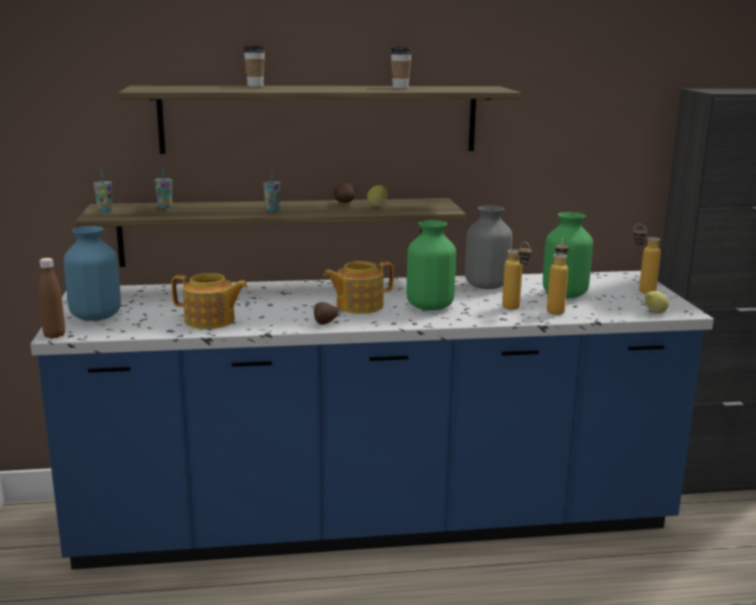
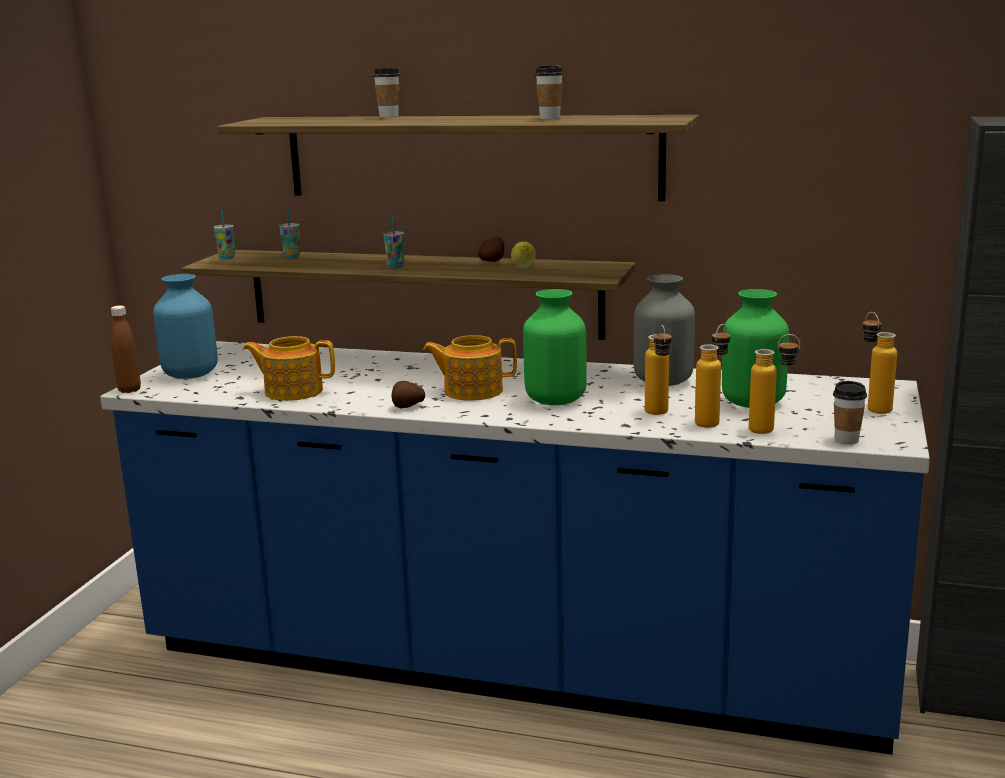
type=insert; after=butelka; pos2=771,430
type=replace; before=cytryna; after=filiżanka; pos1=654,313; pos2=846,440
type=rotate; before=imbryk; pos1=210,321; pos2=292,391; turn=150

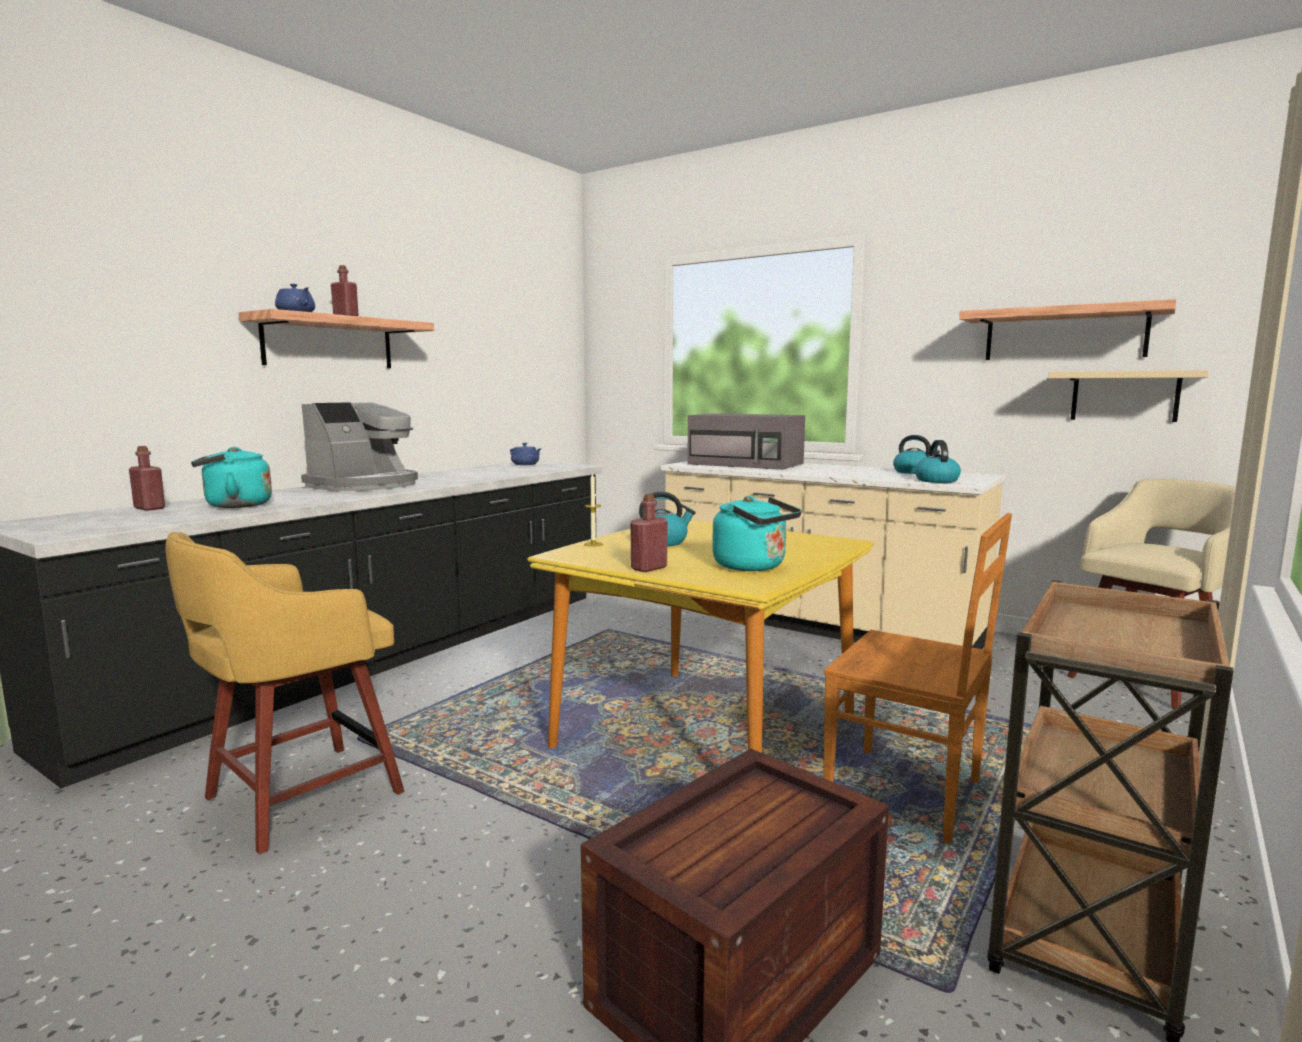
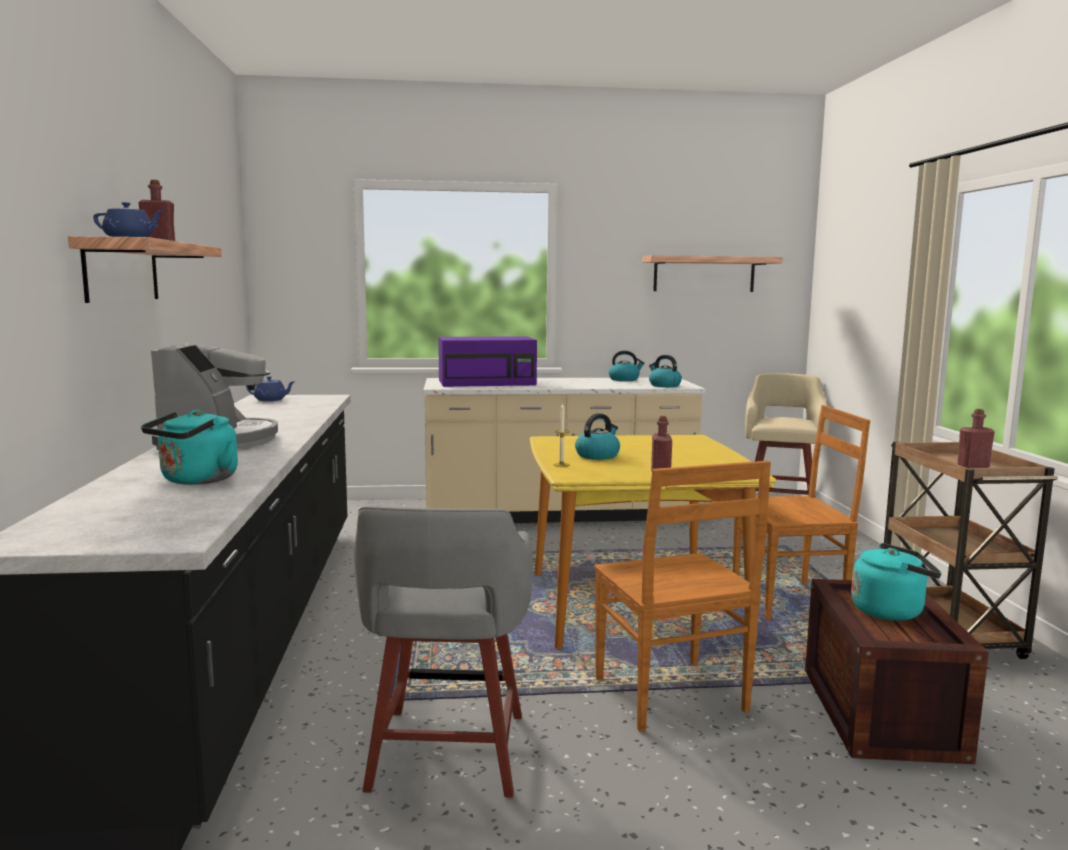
type=delete; before=półka (beżowy); pos1=1124,396
type=insert; after=krzesło (brązowy); pos2=671,697
type=move; before=butelka (czerwony); pos1=149,508; pos2=973,466
type=move; before=czajnik (turkusowy); pos1=753,566; pos2=891,611
type=recolor; before=stołek (żółty); after=stołek (szary); pos1=297,797; pos2=446,755
type=recolor; before=mikrofalówka (szary); after=mikrofalówka (fioletowy); pos1=746,464; pos2=488,382

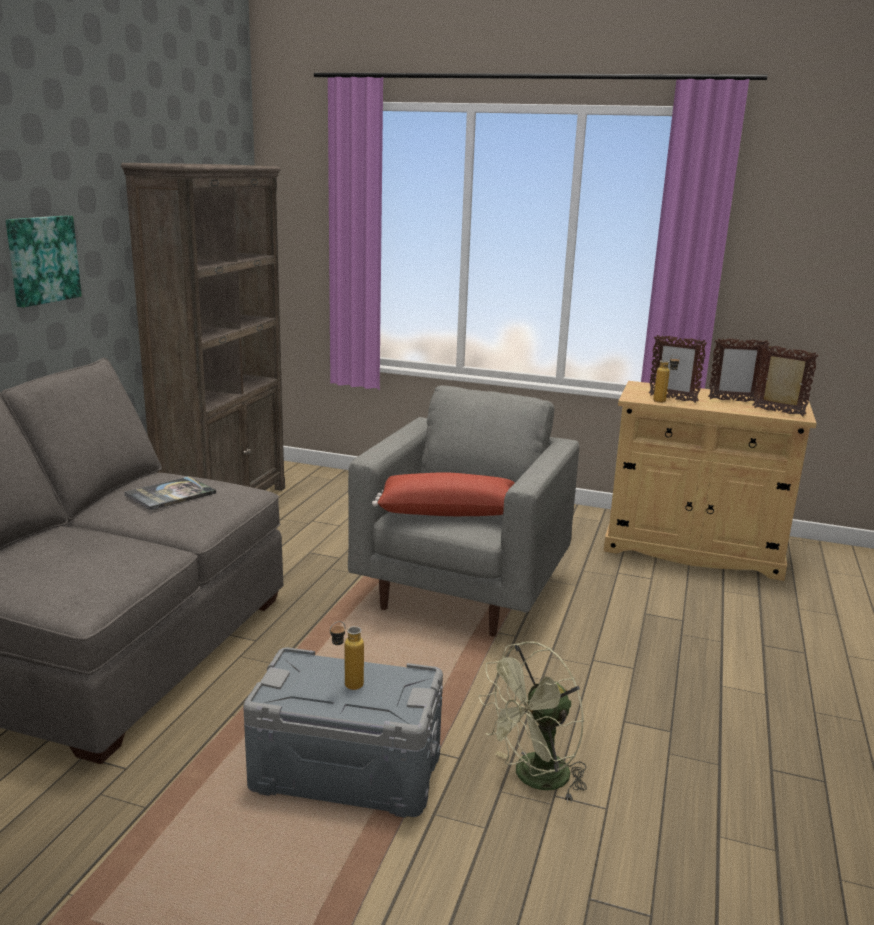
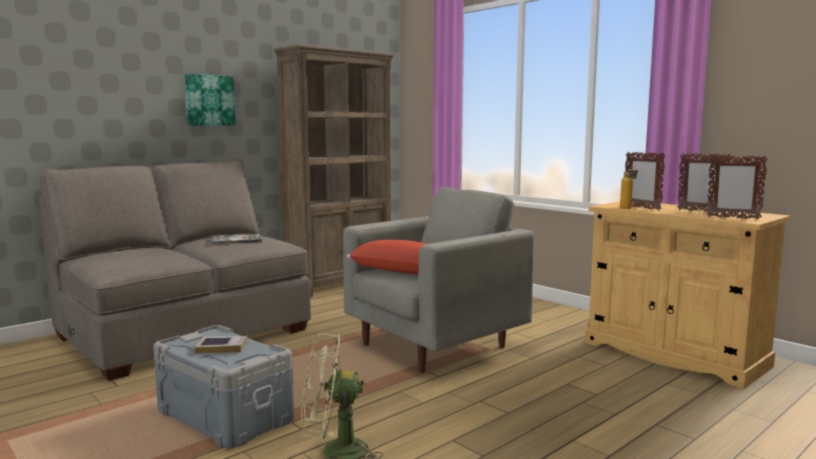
type=replace; before=butelka; after=książka; pos1=346,687; pos2=222,348
type=rotate; before=ramka na zdjęcie; pos1=778,412; pos2=732,218; turn=135

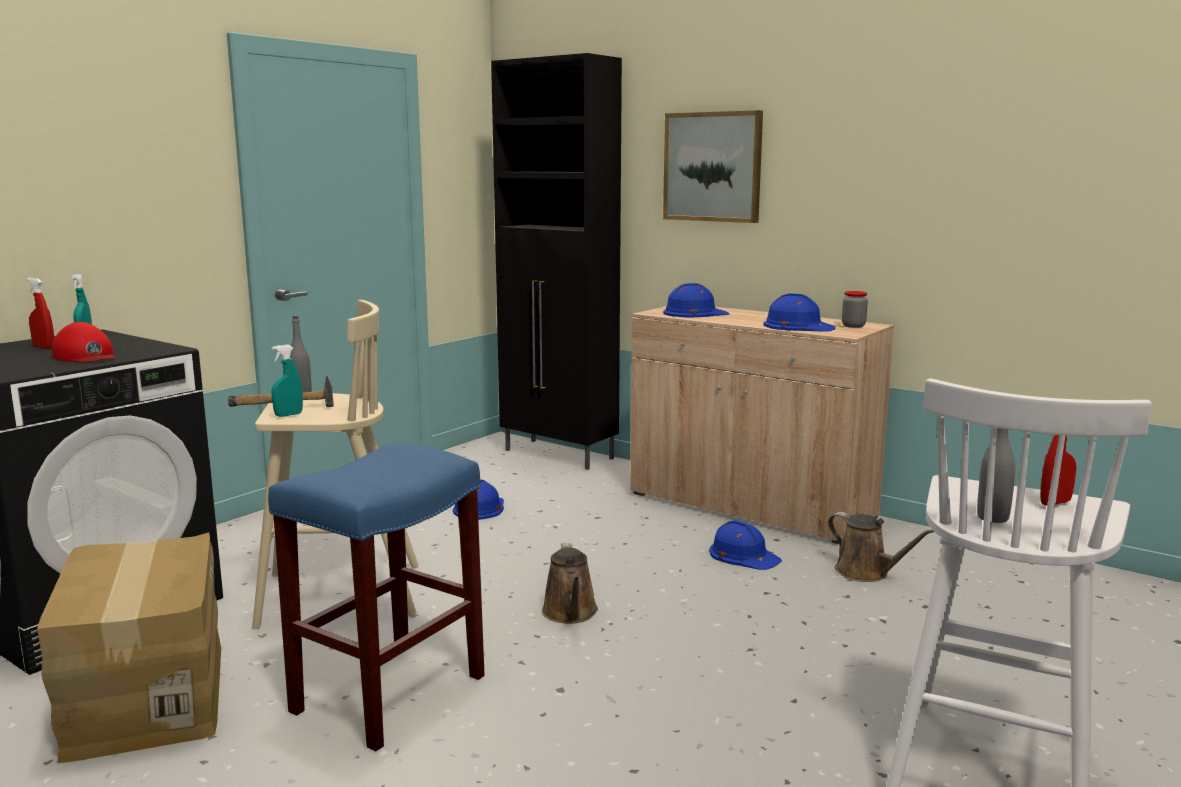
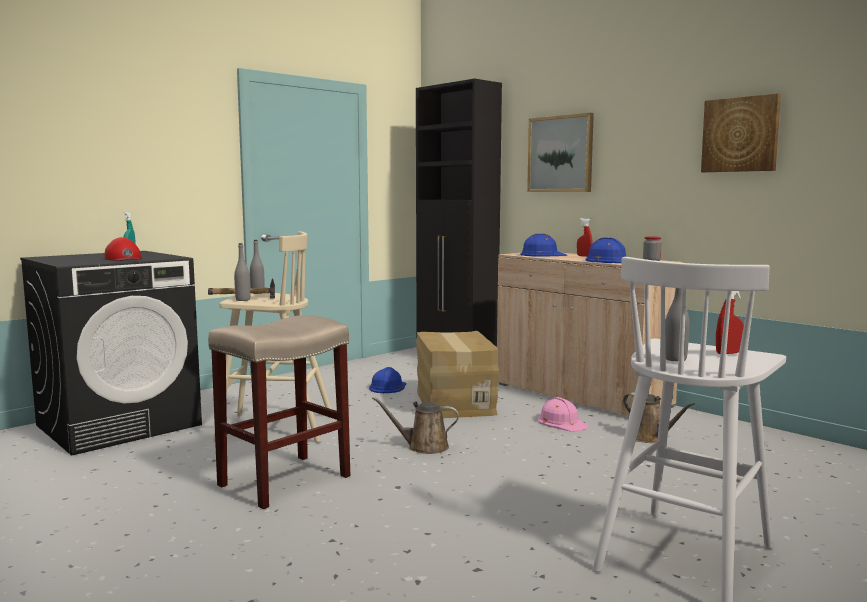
type=insert; after=obraz; pos2=740,134
type=move; before=spryskiwacz (czerwony); pos1=44,347; pos2=584,256
type=move; before=karton; pos1=145,696; pos2=453,402
type=replace; before=spryskiwacz (turkusowy); after=butelka (szary); pos1=288,415; pos2=243,300
type=recolor; before=stołek (niebieski); after=stołek (beżowy); pos1=390,692; pos2=285,480
type=recolor; before=kask (niebieski); after=kask (różowy); pos1=743,555; pos2=562,422
type=rotate; before=konewka (brązowy); pos1=570,613; pos2=423,447; turn=90

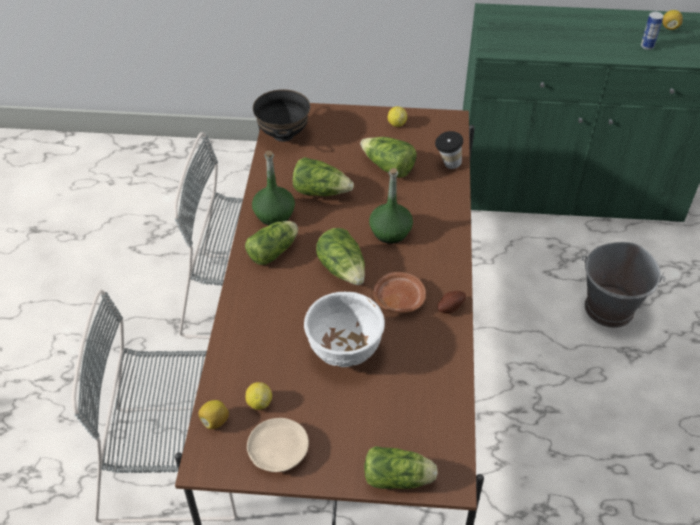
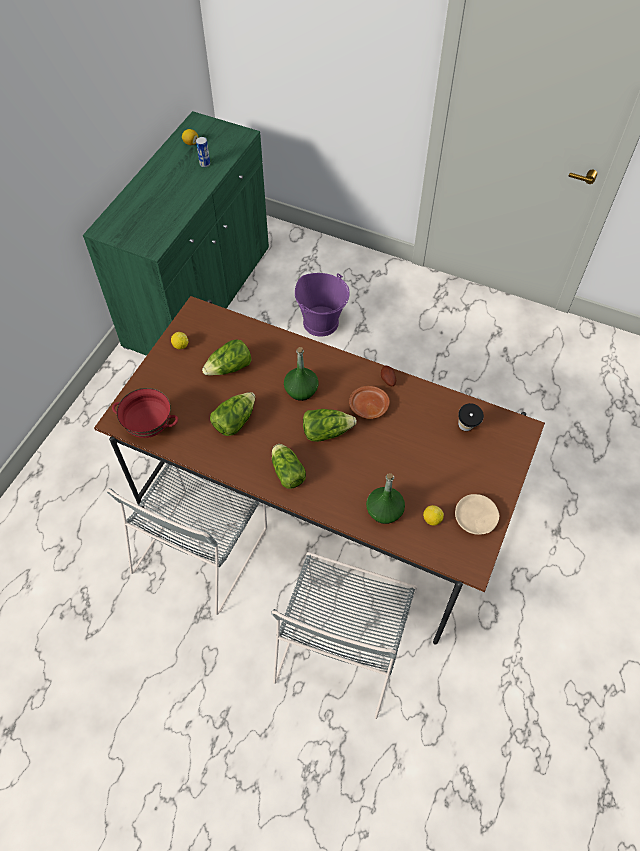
type=delete; before=cytryna; pos1=215,421
type=delete; before=miska (biały); pos1=343,350
type=delete; before=sałata; pos1=400,478
type=move; before=butelka (zielony); pos1=274,215; pos2=384,510
type=move; before=filiżanka; pos1=447,165; pos2=466,429
type=recolor; before=miska (czarny); after=miska (czerwony); pos1=282,135; pos2=149,428
type=recolor; before=wiadro (szary); after=wiadro (fioletowy); pos1=609,309; pos2=321,322

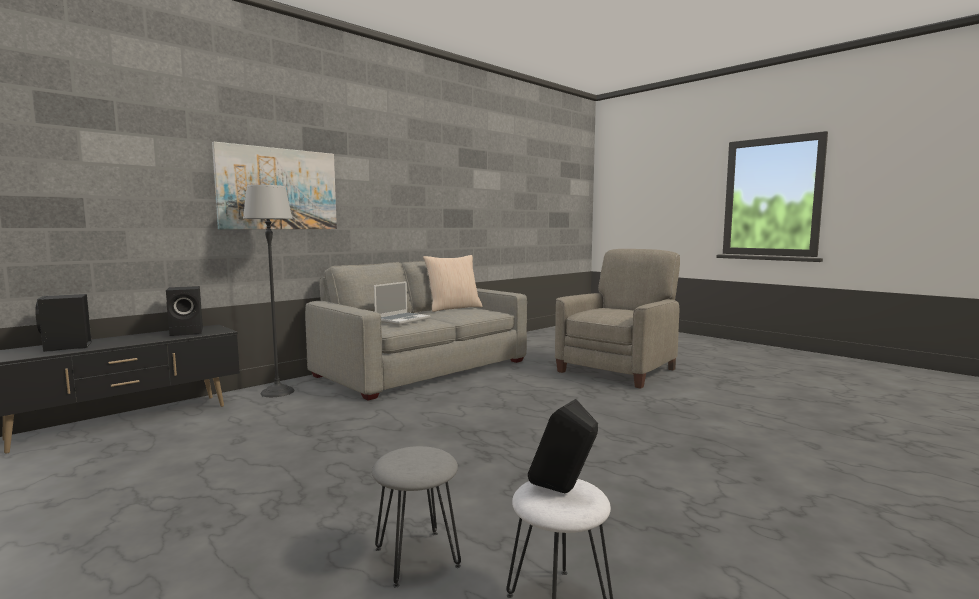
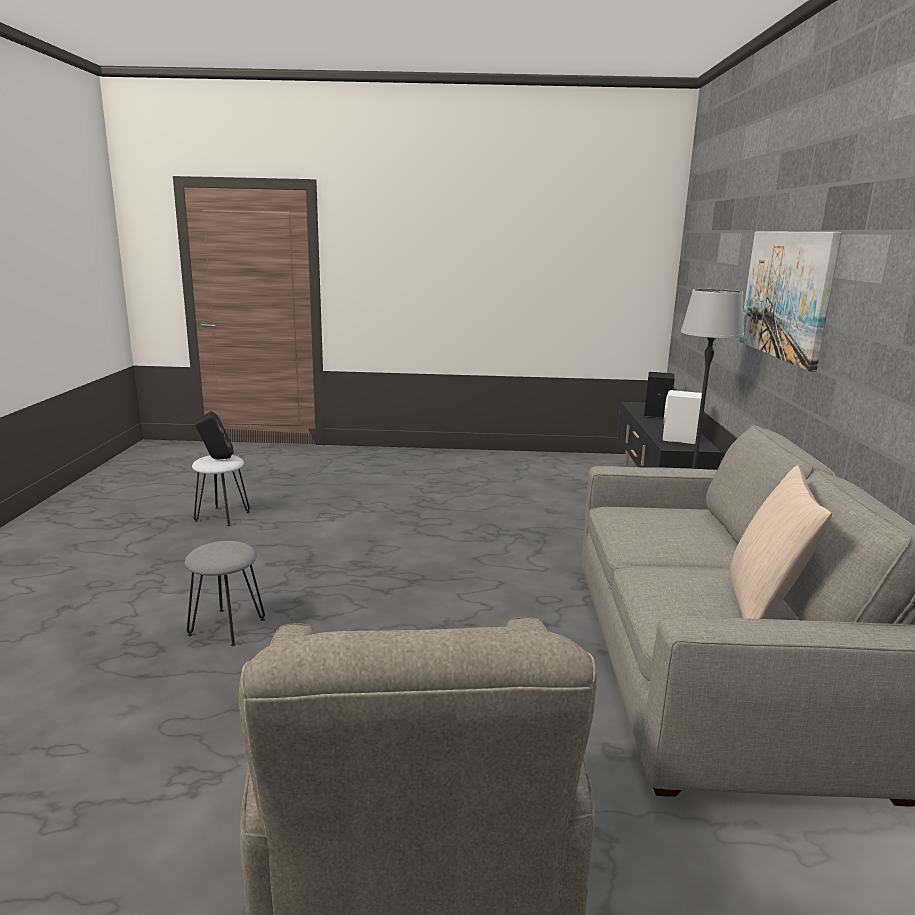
type=delete; before=laptop; pos1=402,319
type=move; before=stołek (szary); pos1=418,557; pos2=226,627
type=recolor; before=głośnik (czarny); after=głośnik (biały); pos1=188,332; pos2=679,439

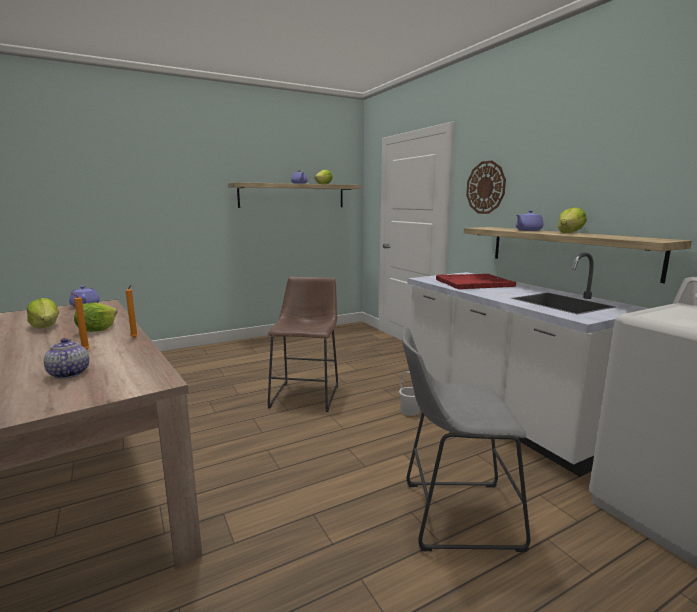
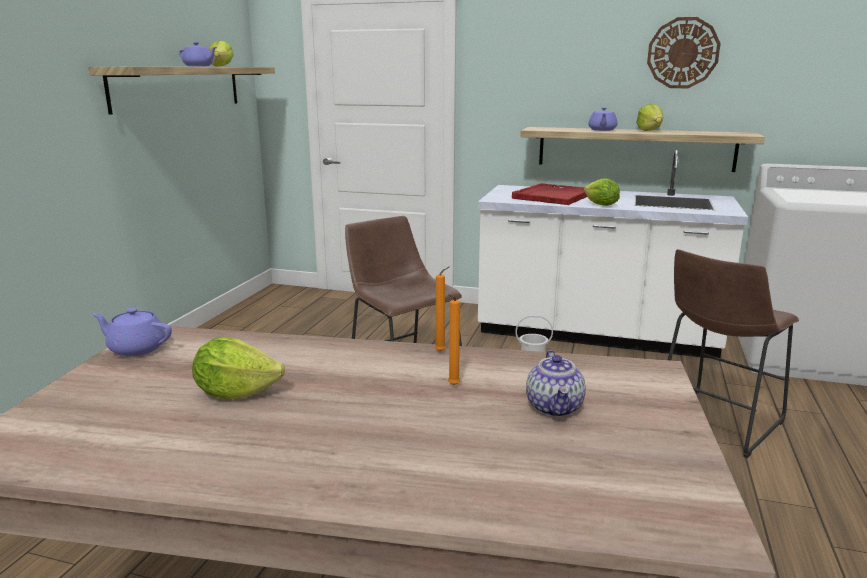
type=move; before=sałata; pos1=97,330; pos2=601,205
type=move; before=zegar ścienny; pos1=485,187; pos2=683,53
type=recolor; before=stołek (szary); after=stołek (brązowy); pos1=453,514; pos2=714,424
type=rotate; before=imbryk; pos1=68,373; pos2=555,408; turn=-105

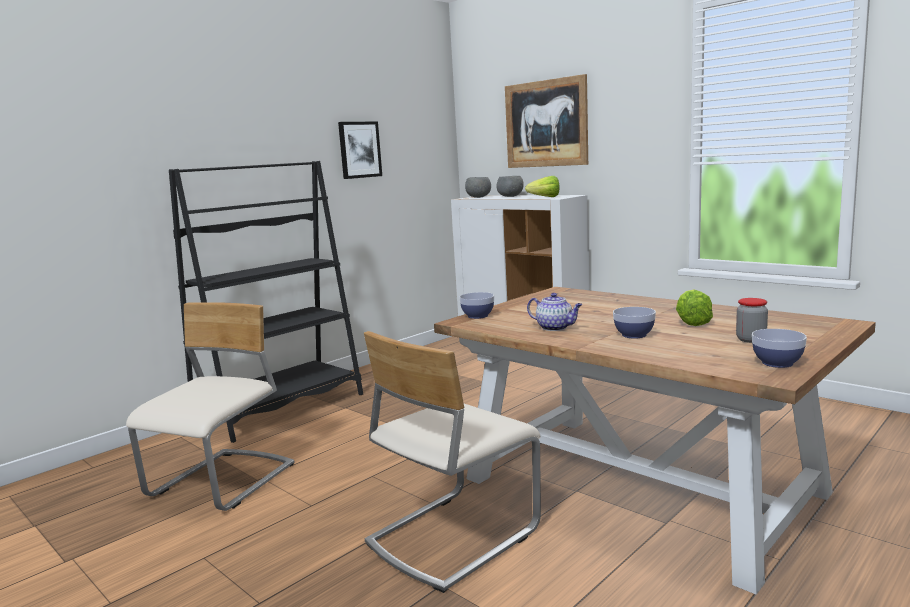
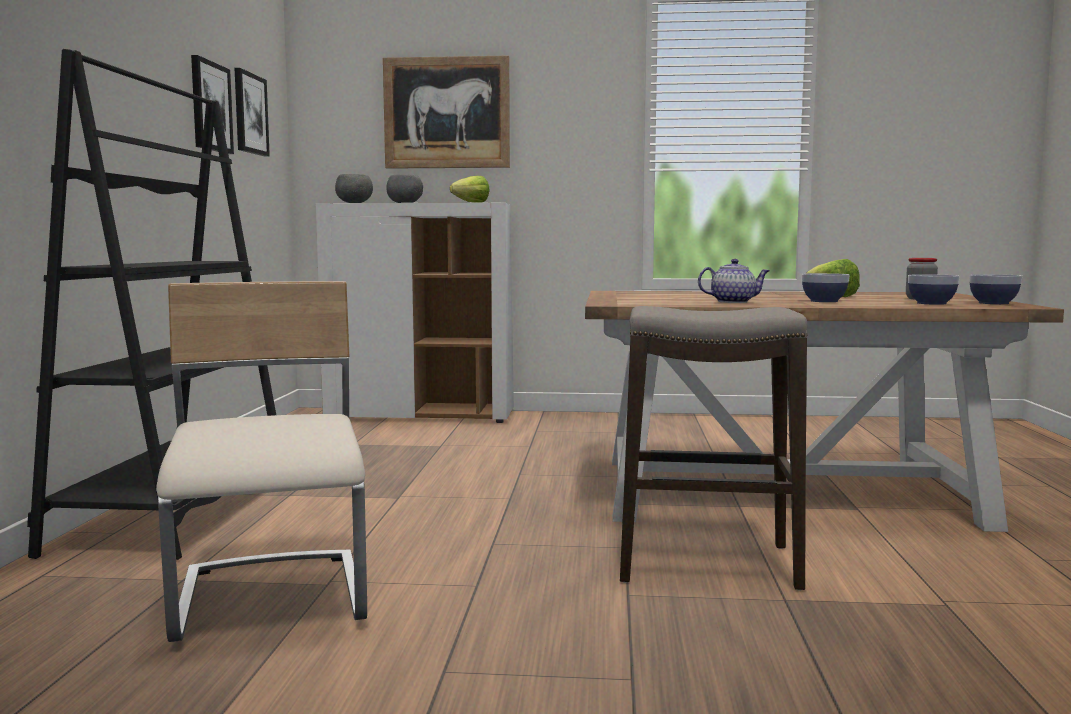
type=insert; after=obraz; pos2=250,114
type=move; before=miska; pos1=478,316; pos2=931,303
type=replace; before=krzesło (beżowy); after=stołek; pos1=452,536; pos2=707,564

